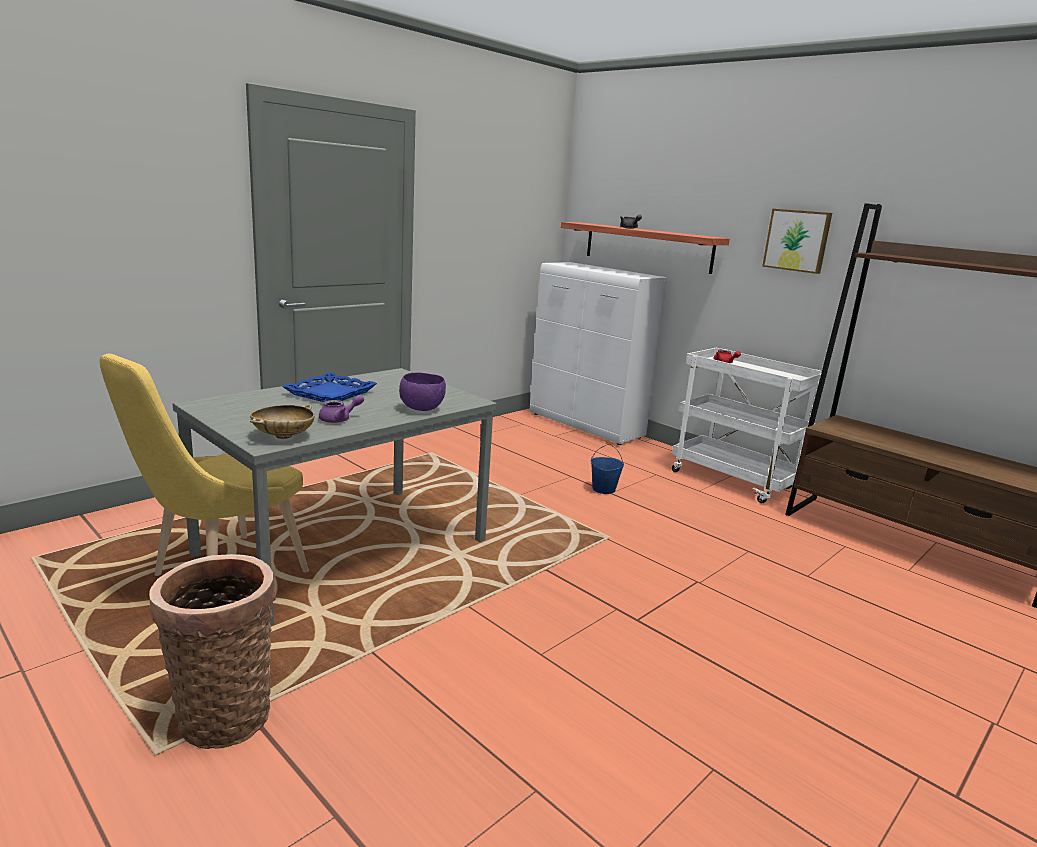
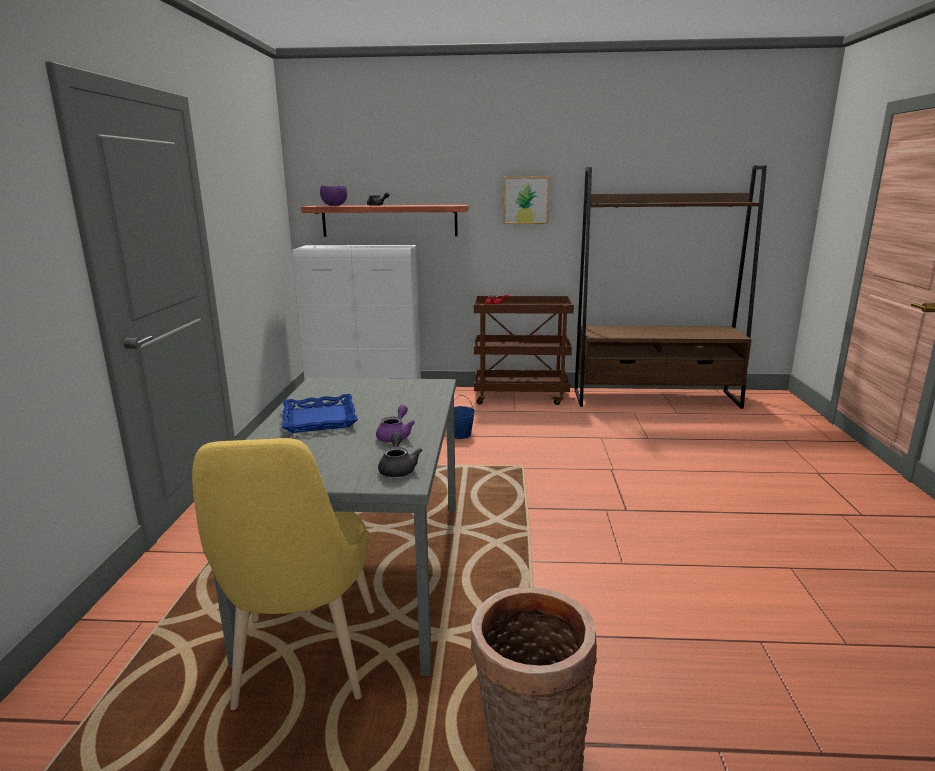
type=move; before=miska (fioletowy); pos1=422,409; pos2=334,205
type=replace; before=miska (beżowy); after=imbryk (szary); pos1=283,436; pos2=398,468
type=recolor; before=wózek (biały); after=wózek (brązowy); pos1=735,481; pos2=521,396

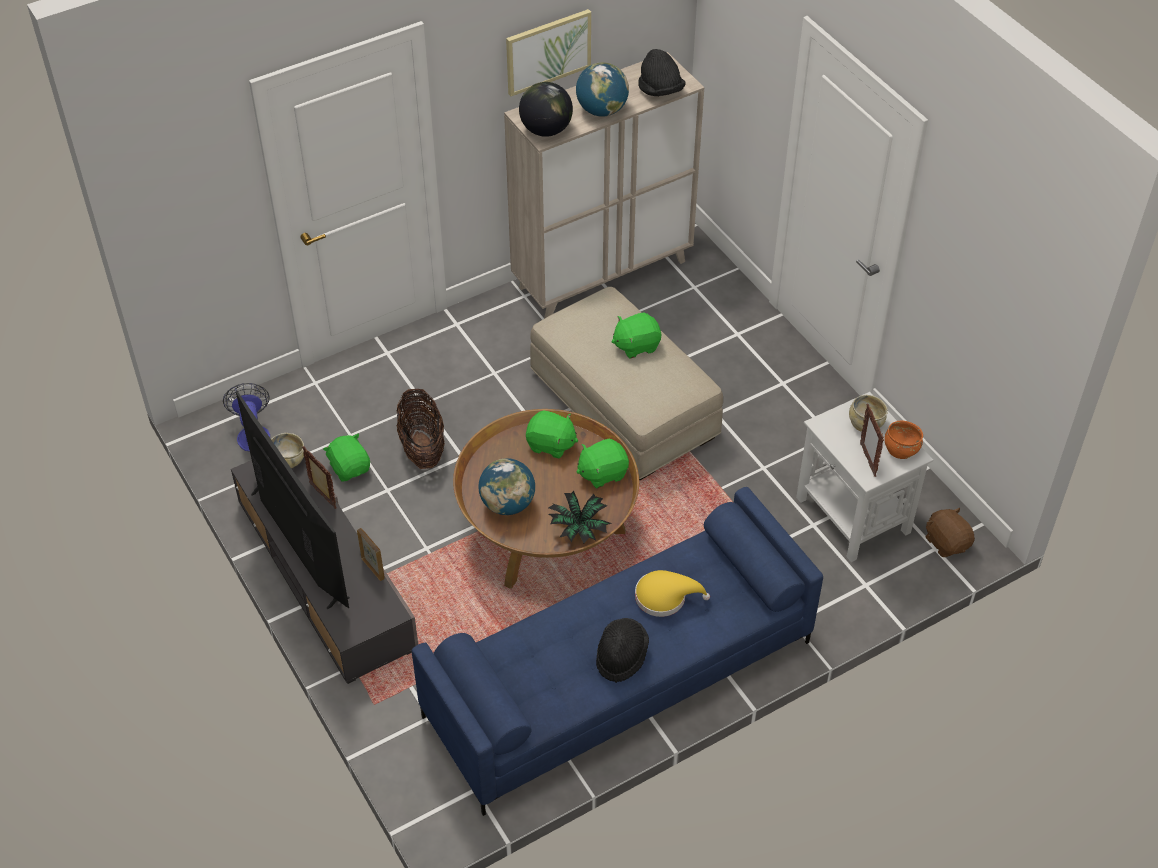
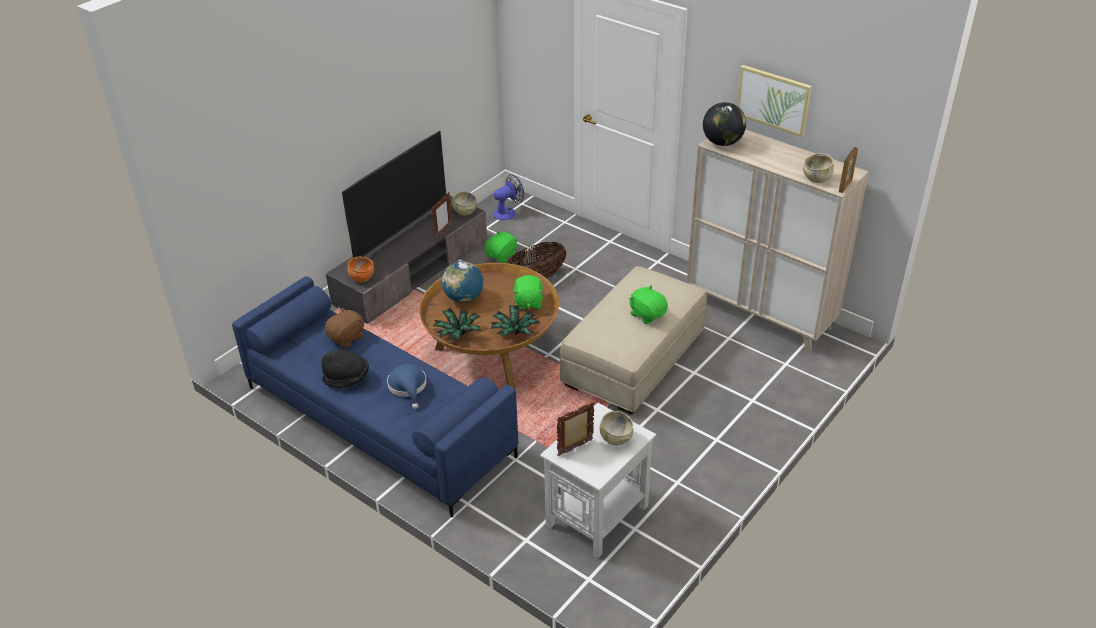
type=delete; before=globus; pos1=601,110
type=move; before=ramka na zdjęcie; pos1=373,568; pos2=845,186
type=move; before=miska (pomarańczowy); pos1=901,450; pos2=361,278
type=move; before=pluszak (brązowy); pos1=947,542; pos2=347,338
type=replace; before=pluszak (zielony); after=roślina doniczkowa; pos1=602,473; pos2=515,332
type=replace; before=kapelusz (czarny); after=miska (beżowy); pos1=660,90; pos2=816,178
type=recolor; before=kapelusz (żółty); after=kapelusz (niebieski); pos1=665,597; pos2=408,387

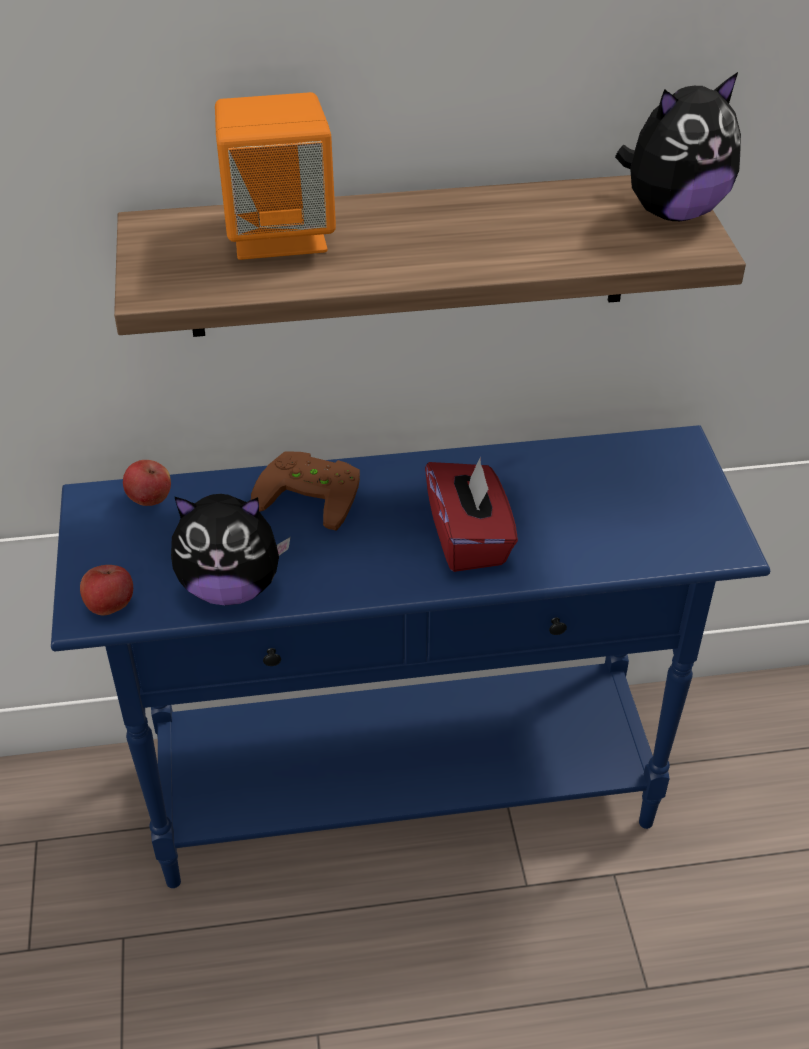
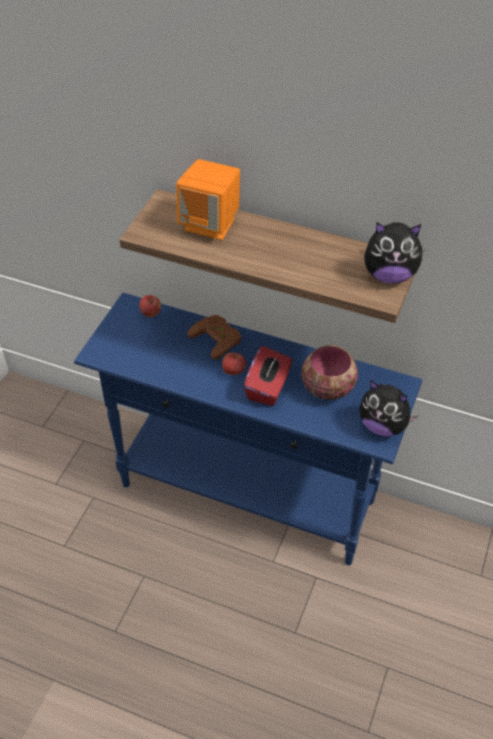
type=insert; after=miska; pos2=327,387
type=move; before=jabłko; pos1=110,606; pos2=233,371
type=move; before=pluszak; pos1=231,587; pos2=383,426

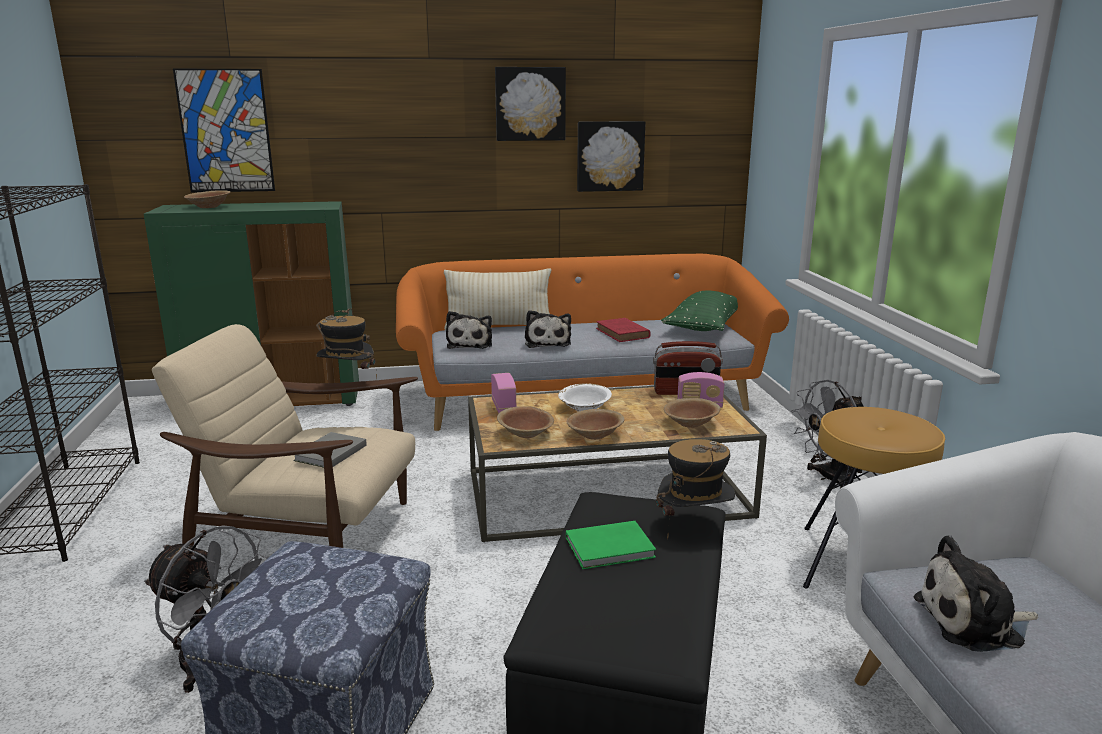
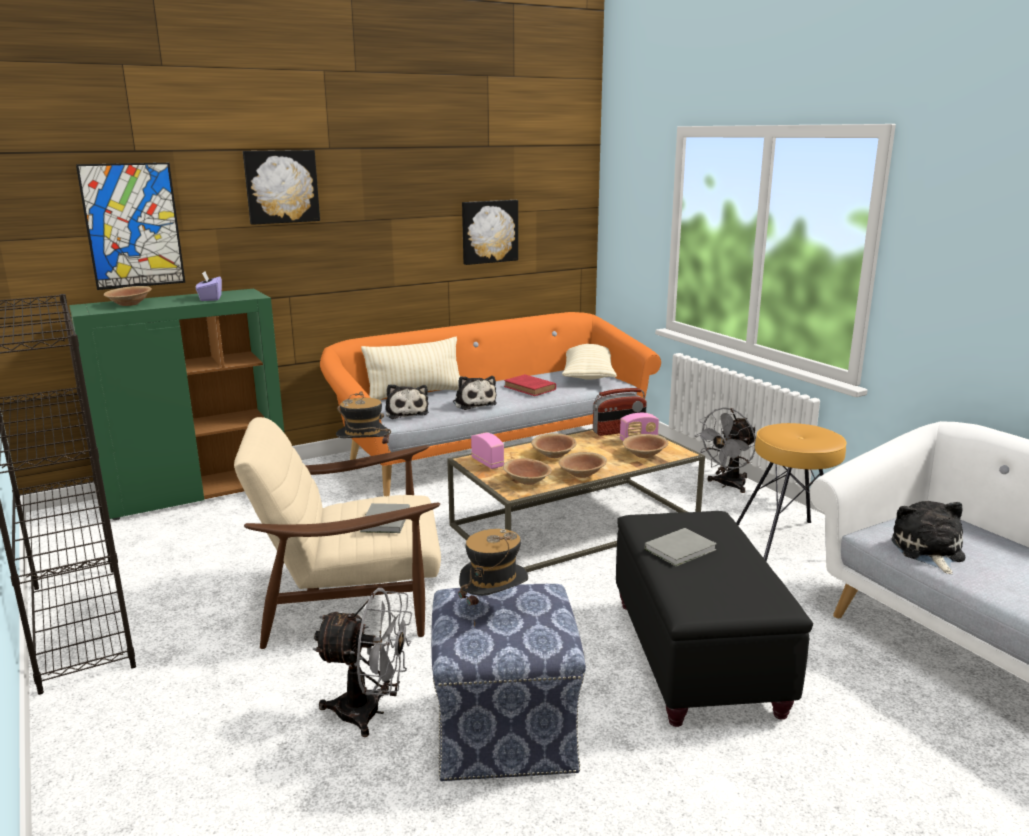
type=insert; after=pudełko chusteczek (fioletowy); pos2=210,298
type=move; before=obraz; pos1=530,104; pos2=281,186
type=move; before=kapelusz; pos1=693,527; pos2=494,610
type=recolor; before=miska (biały); after=miska (brązowy); pos1=584,408; pos2=553,454
type=recolor; before=książka (zielony); after=książka (szary); pos1=612,548; pos2=682,549
type=recolor; before=poduszka (zielony); after=poduszka (beżowy); pos1=704,327; pos2=588,375
type=rotate; before=pluszak; pos1=974,622; pos2=928,551; turn=120

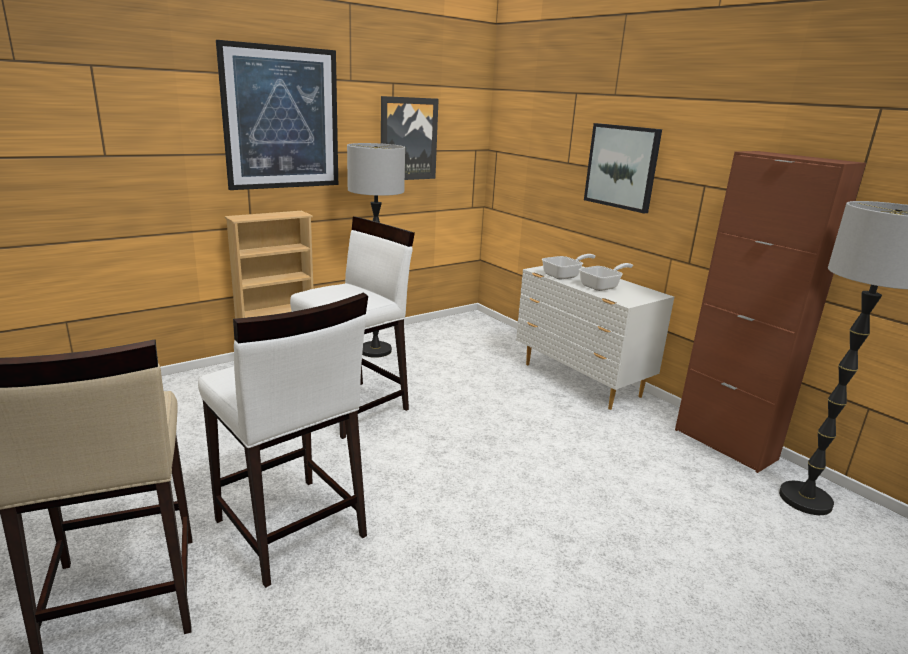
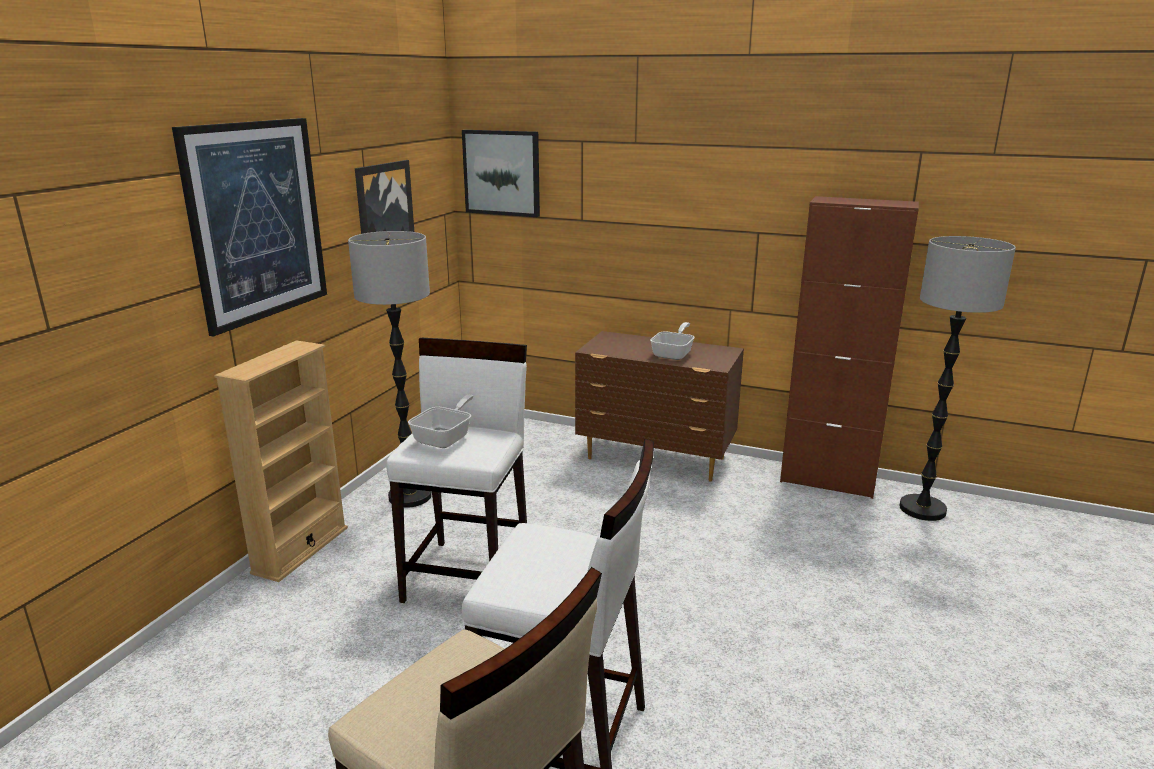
type=move; before=patelnia; pos1=565,275; pos2=447,437
type=move; before=obraz; pos1=622,167; pos2=502,173
type=recolor; before=komoda (biały); after=komoda (brązowy); pos1=581,381; pos2=656,459

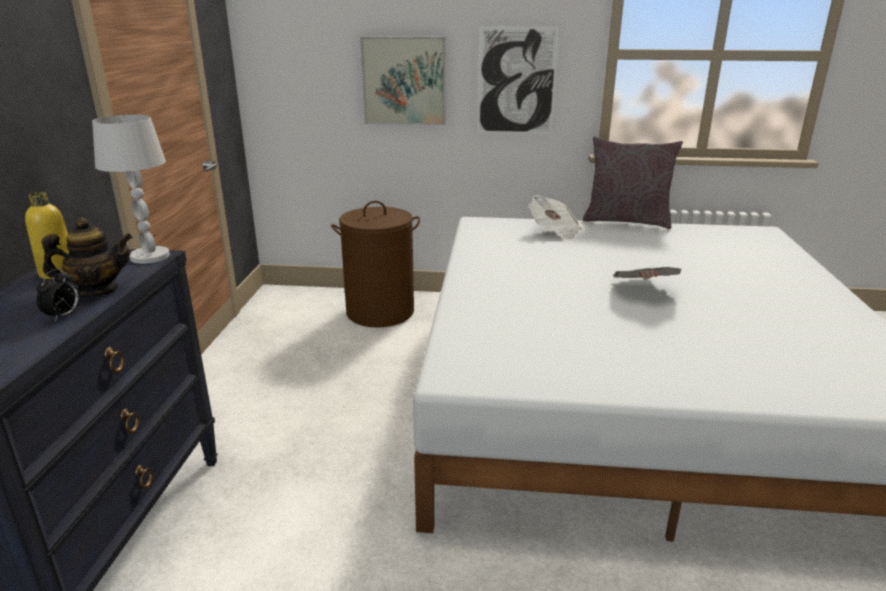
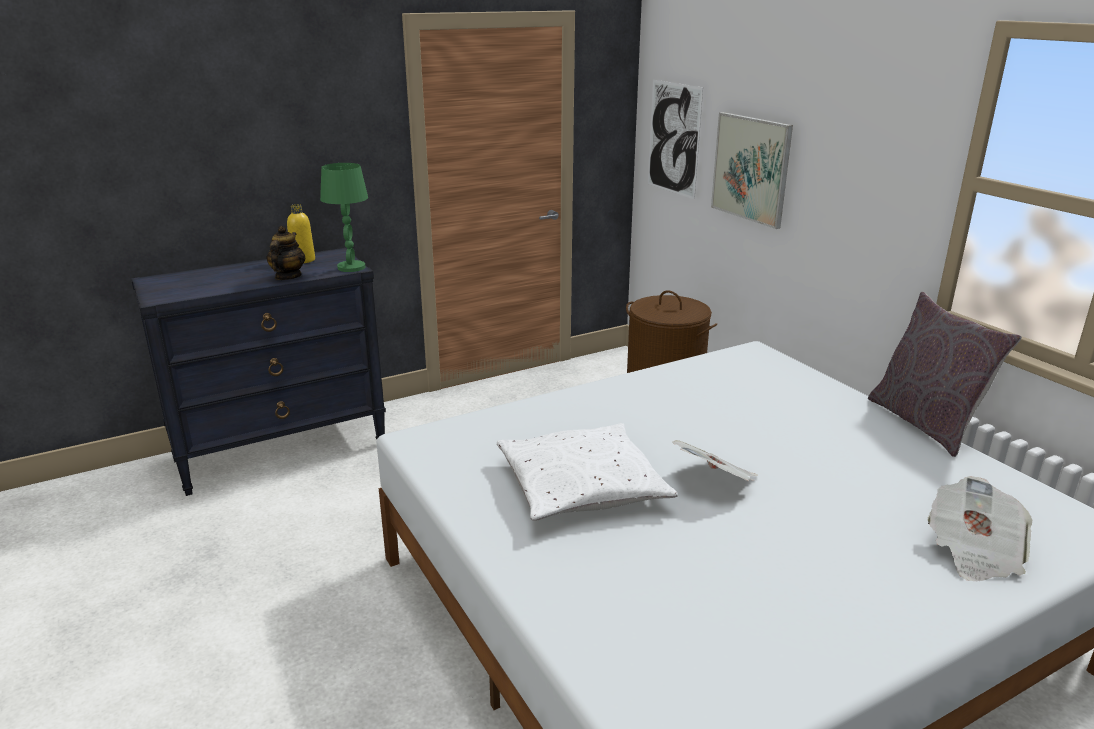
type=delete; before=budzik; pos1=64,316
type=insert; after=poduszka (biały); pos2=581,486
type=move; before=obraz; pos1=516,81; pos2=673,138
type=move; before=gazeta; pos1=554,231; pos2=973,552
type=recolor; before=lampa stołowa (biały); after=lampa stołowa (zielony); pos1=149,256; pos2=351,267
type=rotate; before=imbryk; pos1=98,291; pos2=287,276; turn=-120

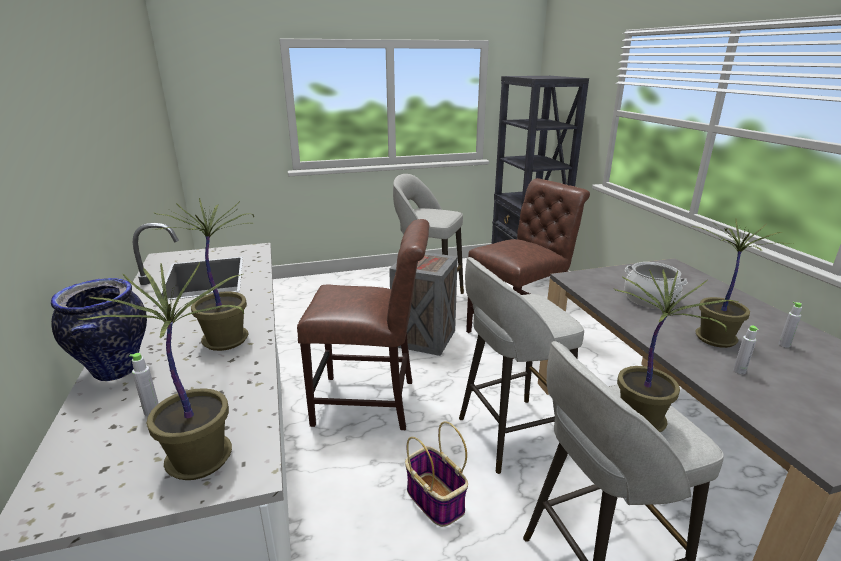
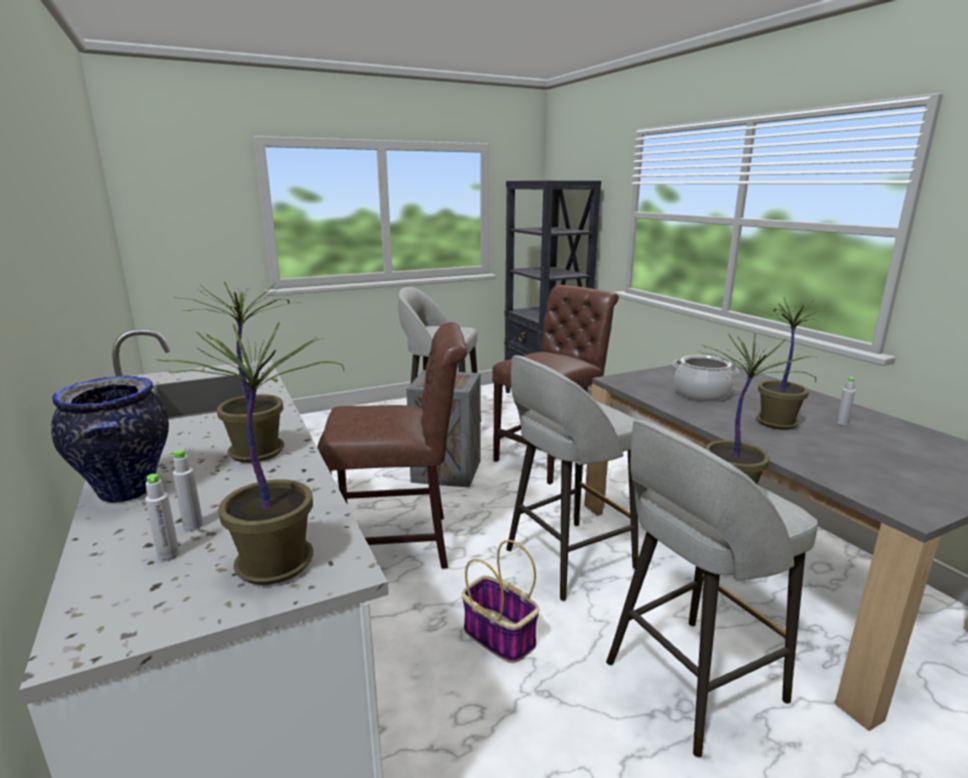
type=move; before=butelka (szary); pos1=739,371; pos2=168,555

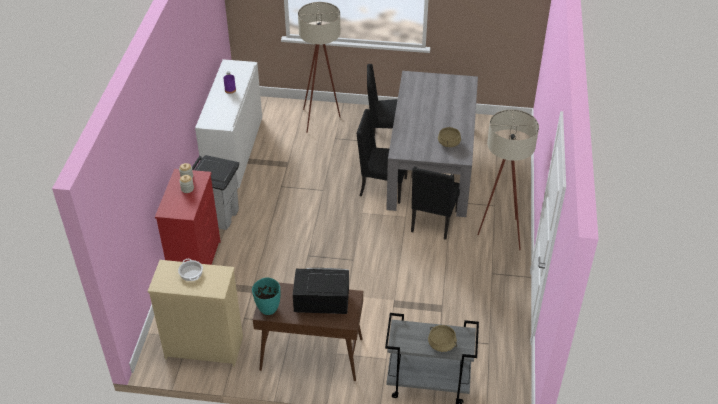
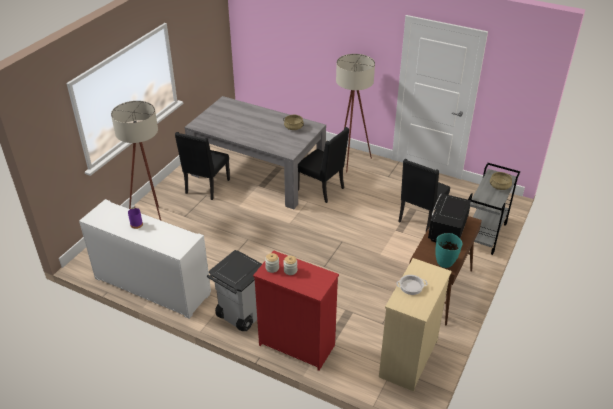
type=move; before=krzesło (czarny); pos1=382,187; pos2=420,218

